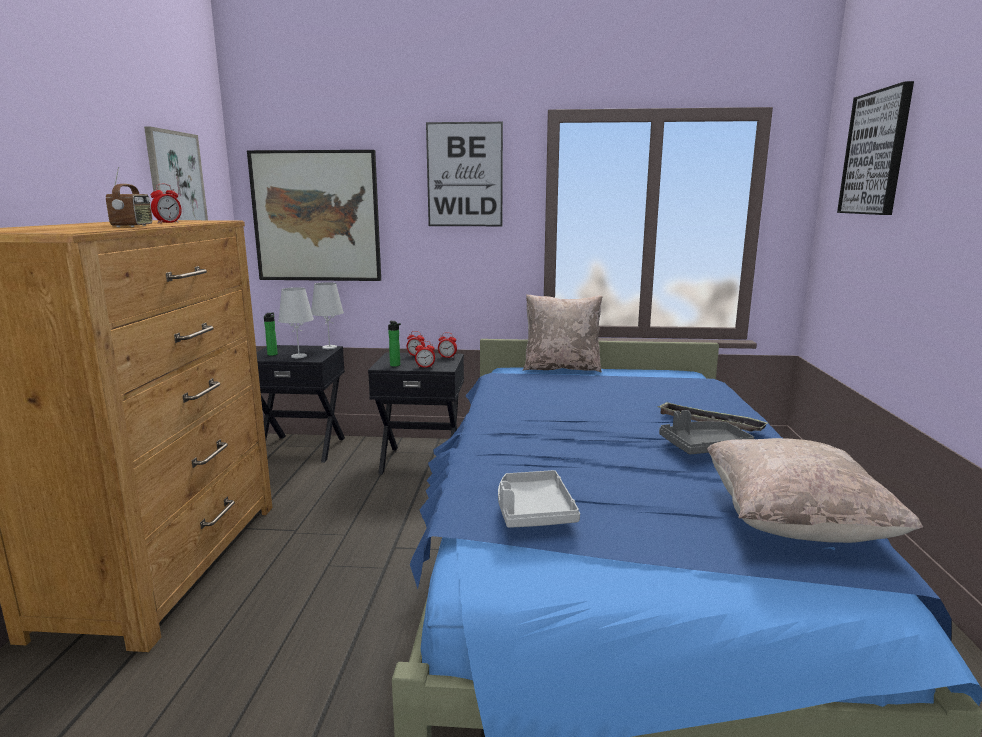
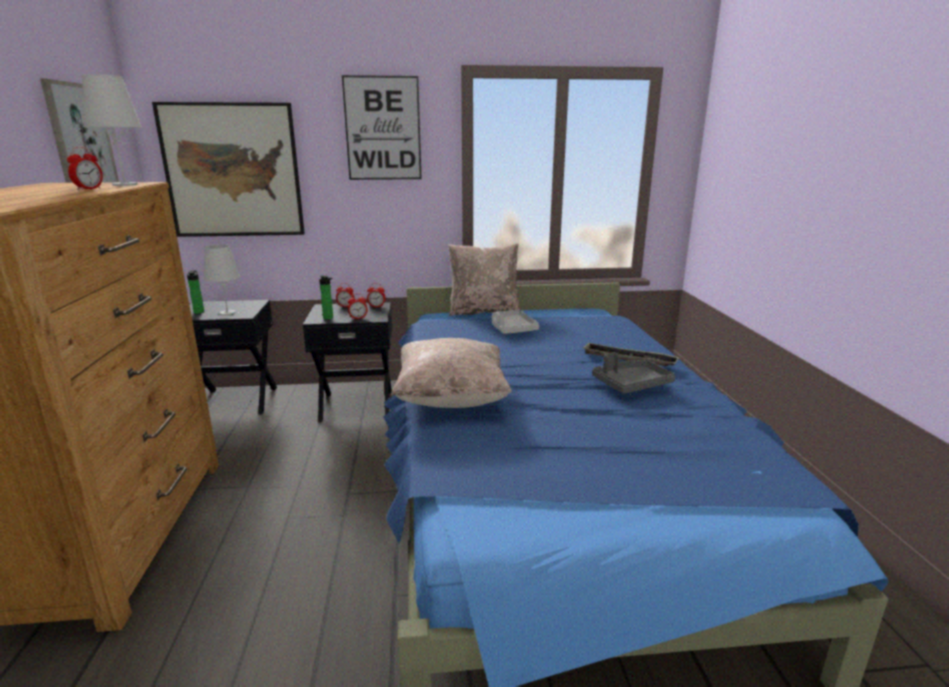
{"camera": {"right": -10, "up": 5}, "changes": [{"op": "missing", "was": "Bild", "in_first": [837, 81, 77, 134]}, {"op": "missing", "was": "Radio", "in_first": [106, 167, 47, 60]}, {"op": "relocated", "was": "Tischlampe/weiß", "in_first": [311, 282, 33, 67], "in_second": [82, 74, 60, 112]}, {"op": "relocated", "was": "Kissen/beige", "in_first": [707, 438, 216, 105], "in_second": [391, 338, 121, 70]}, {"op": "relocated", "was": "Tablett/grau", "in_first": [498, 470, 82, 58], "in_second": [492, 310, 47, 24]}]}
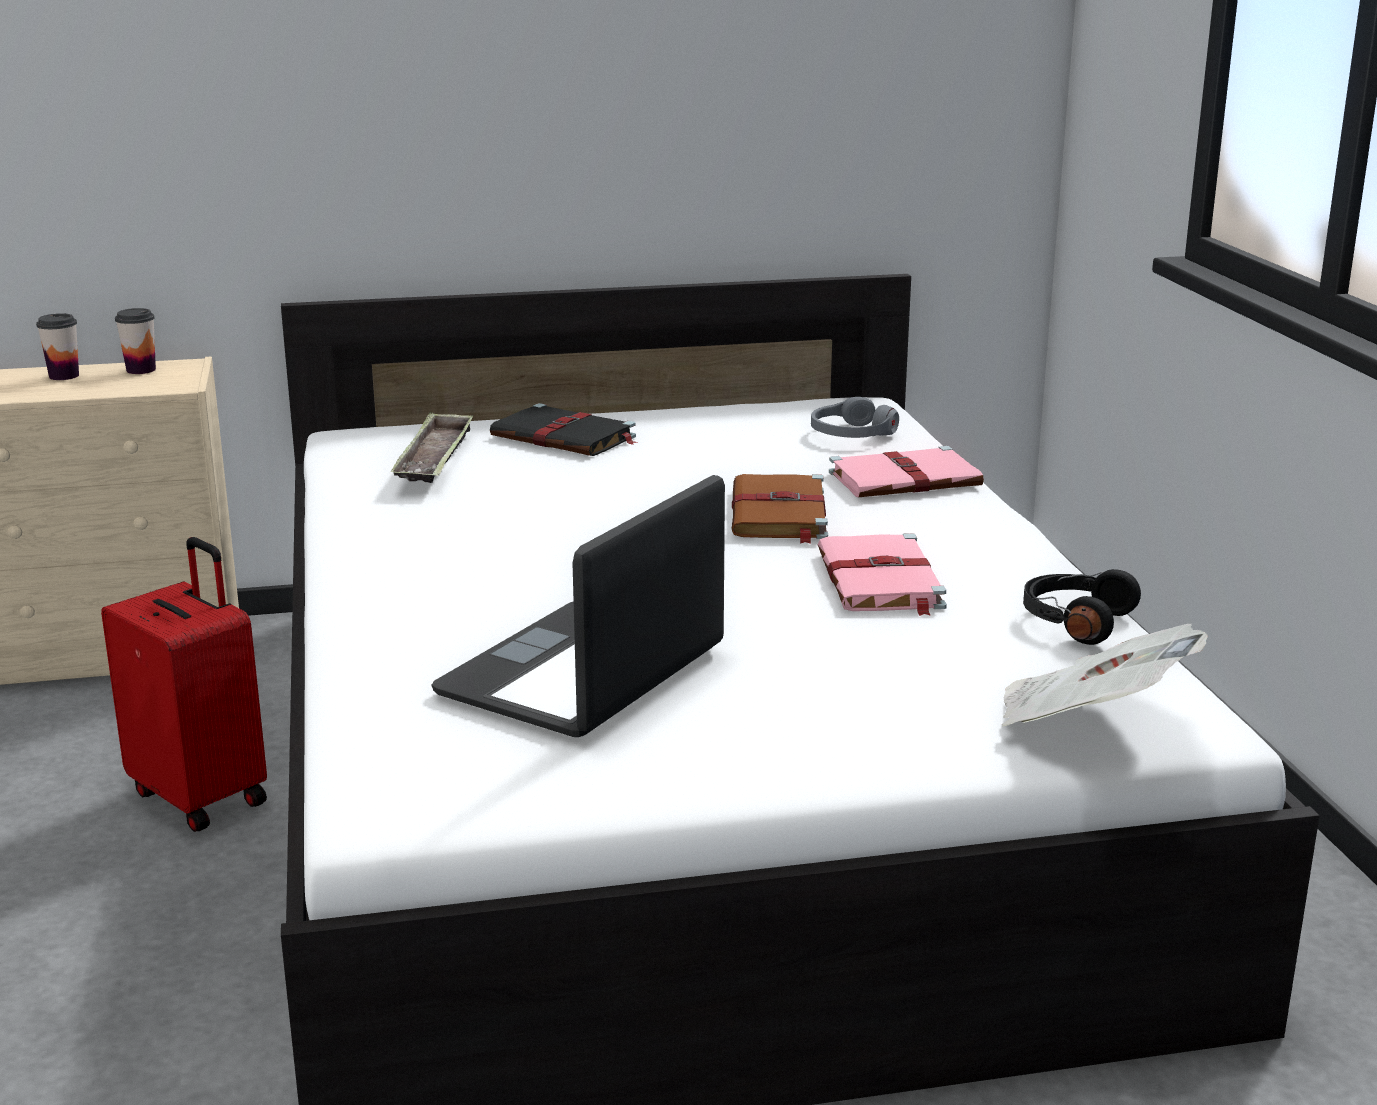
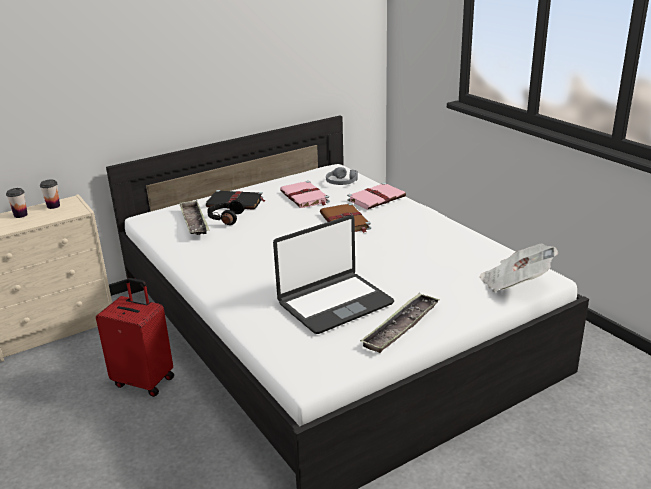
{"camera": {"right": -20, "up": 5}, "changes": [{"op": "spun", "was": "Laptop", "in_first": [431, 475, 294, 262], "in_second": [273, 215, 121, 119], "clockwise": -135}, {"op": "relocated", "was": "Buch/rosa", "in_first": [817, 533, 130, 83], "in_second": [280, 181, 50, 27]}, {"op": "relocated", "was": "Kopfhörer/schwarz", "in_first": [1023, 569, 118, 76], "in_second": [207, 199, 38, 26]}, {"op": "appeared", "now": "Tablett", "in_second": [360, 293, 80, 60]}]}
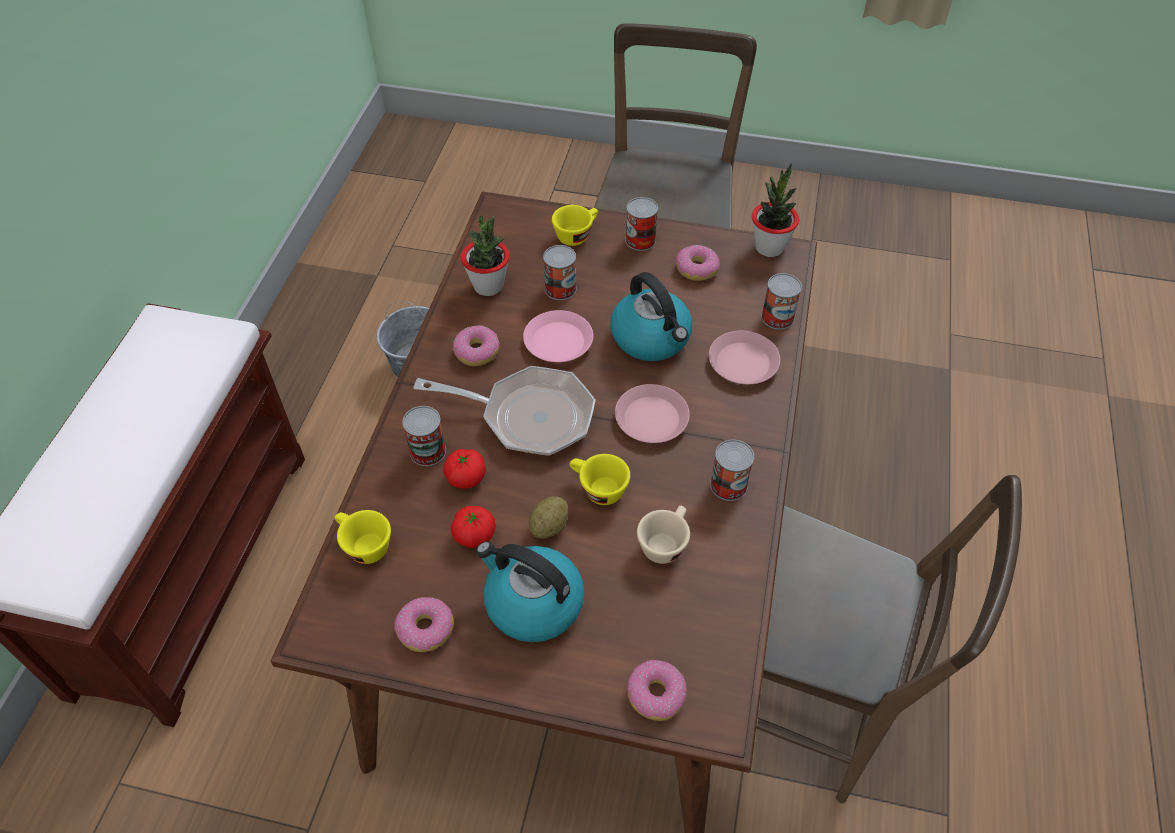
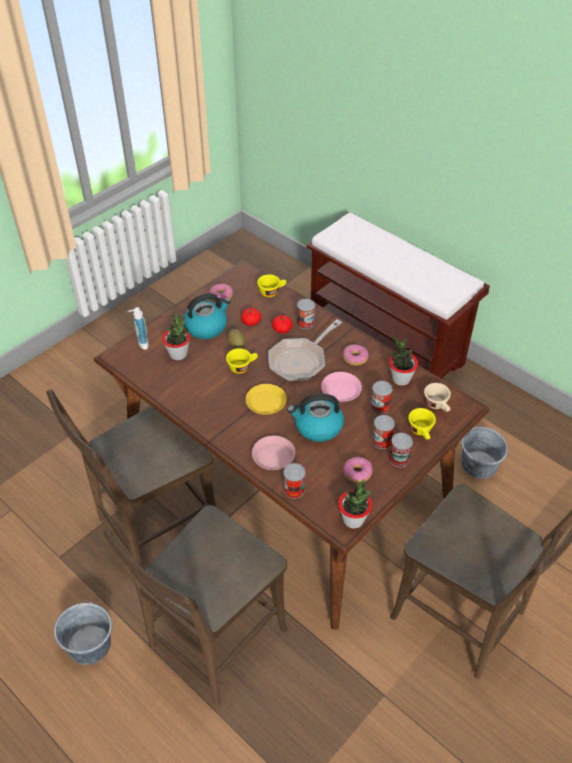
{"camera": {"right": 120, "up": -5}, "changes": [{"op": "colour", "was": "Teller/rosa", "now": "Teller/gelb", "in_first": [615, 384, 75, 59], "in_second": [246, 384, 41, 31]}, {"op": "relocated", "was": "Dose", "in_first": [710, 439, 44, 62], "in_second": [372, 415, 23, 34]}, {"op": "relocated", "was": "Tasse/beige", "in_first": [637, 506, 53, 58], "in_second": [424, 383, 27, 29]}, {"op": "exchanged", "was": "Donut", "now": "Seifenspender", "in_first": [627, 660, 60, 61], "in_second": [127, 307, 22, 43]}, {"op": "appeared", "now": "Topfpflanze", "in_second": [162, 312, 28, 48]}, {"op": "appeared", "now": "Stuhl/braun", "in_second": [103, 505, 185, 200]}, {"op": "appeared", "now": "Eimer/grau", "in_second": [54, 600, 58, 65]}]}
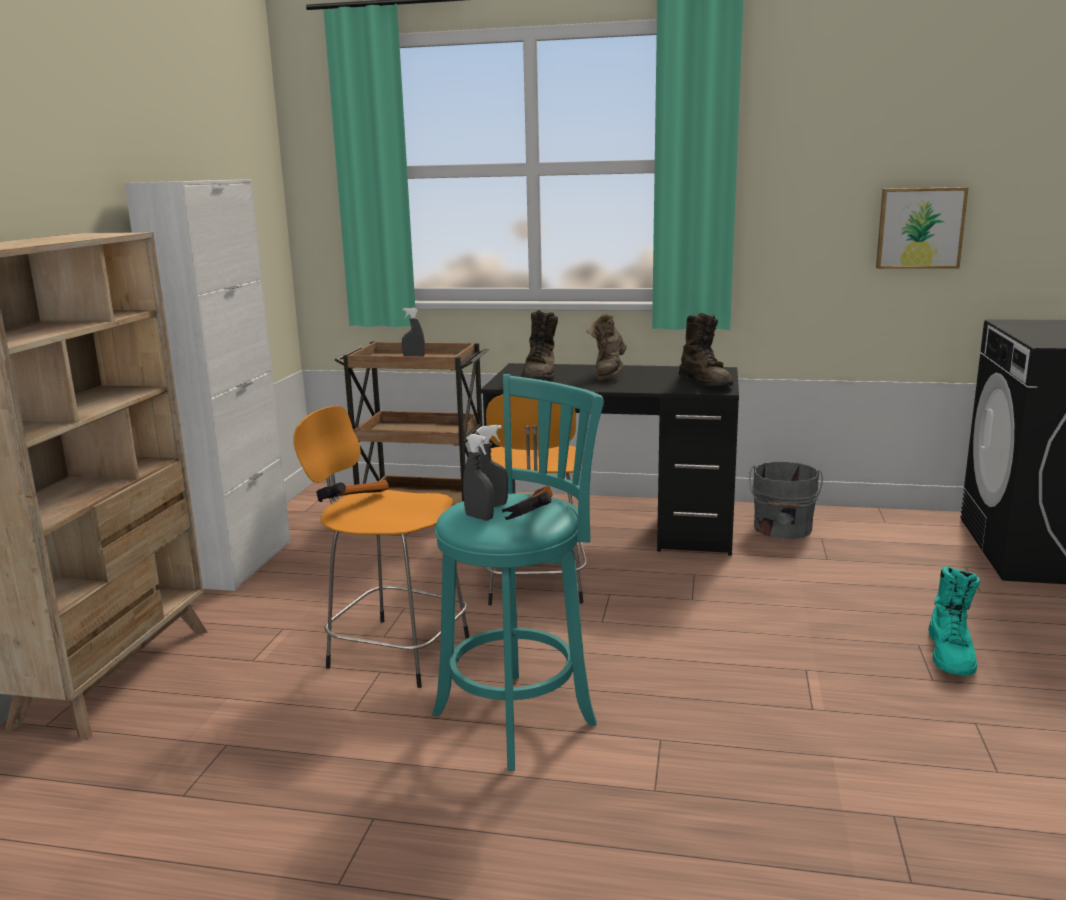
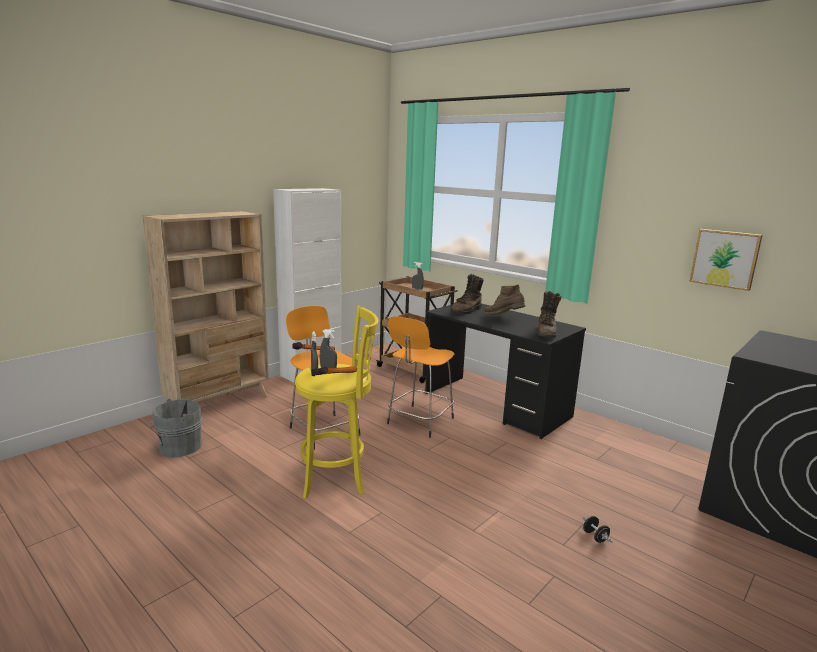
{"camera": {"right": 30, "up": 0}, "changes": [{"op": "spun", "was": "Stiefel/braun", "in_first": [587, 314, 40, 67], "in_second": [484, 285, 41, 30], "clockwise": 60}, {"op": "colour", "was": "Hocker/türkis", "now": "Hocker/gelb", "in_first": [432, 374, 172, 397], "in_second": [295, 306, 83, 193]}, {"op": "relocated", "was": "Eimer/grau", "in_first": [749, 462, 74, 77], "in_second": [150, 399, 52, 59]}, {"op": "exchanged", "was": "Stiefel/türkis", "now": "Hantel/schwarz", "in_first": [928, 566, 52, 110], "in_second": [582, 516, 31, 27]}]}
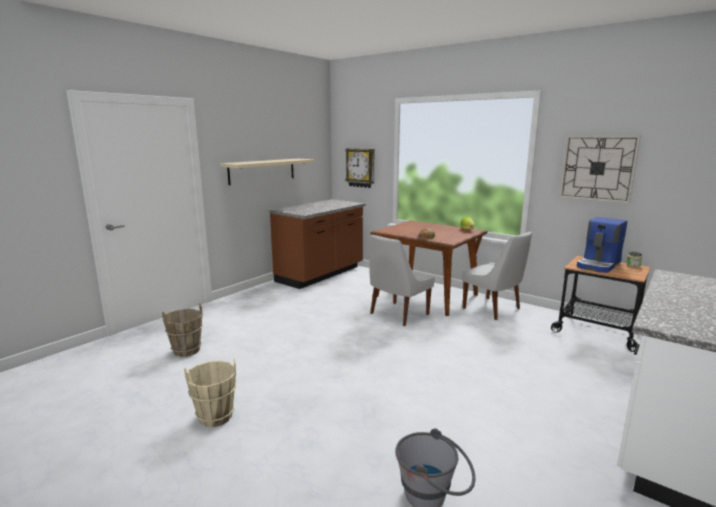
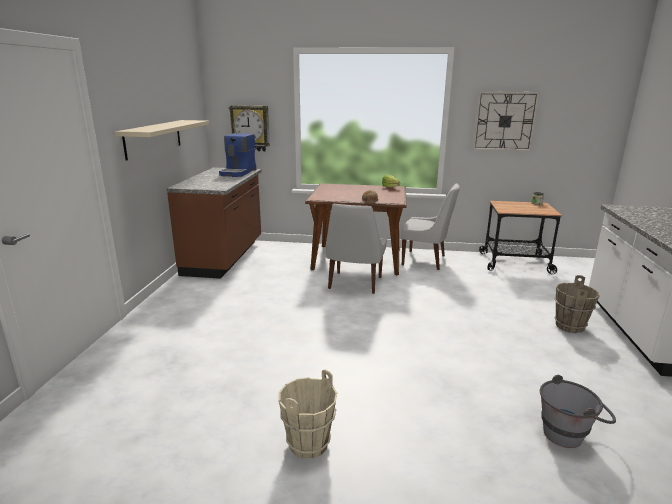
{"camera": {"right": -30, "up": 5}, "changes": [{"op": "relocated", "was": "Kaffeemaschine", "in_first": [577, 217, 50, 56], "in_second": [219, 133, 37, 44]}, {"op": "relocated", "was": "Eimer/braun", "in_first": [162, 304, 41, 53], "in_second": [554, 275, 45, 58]}]}
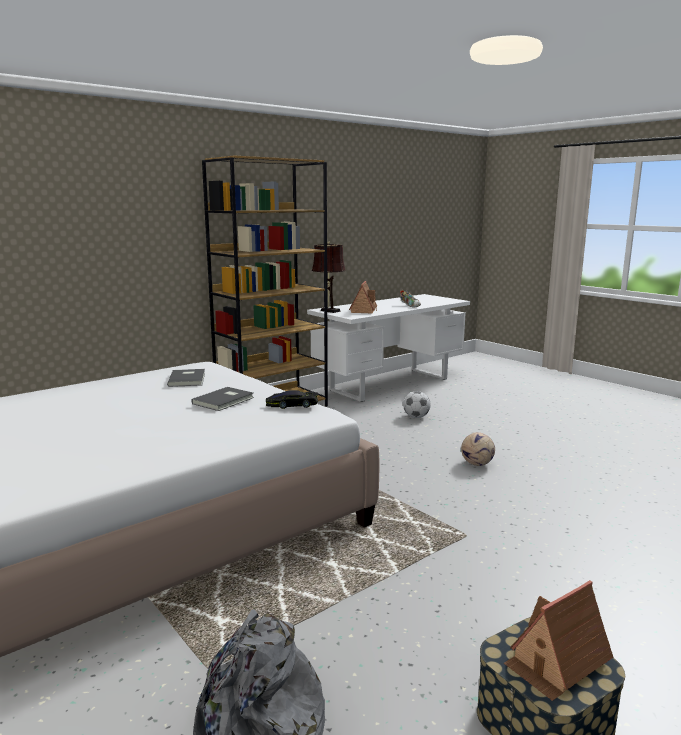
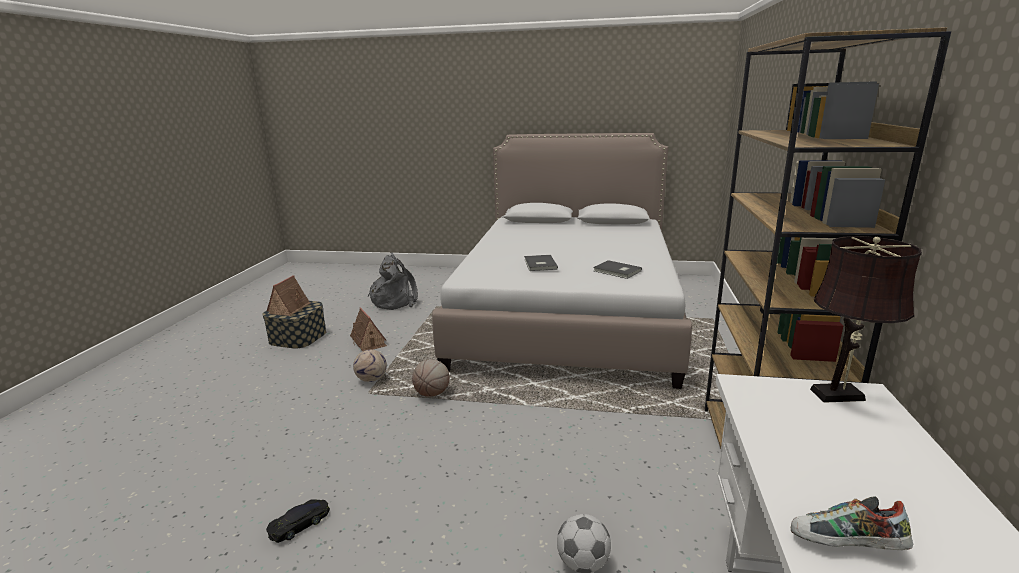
{"camera": {"right": 140, "up": 5}, "changes": [{"op": "relocated", "was": "Spielzeughaus", "in_first": [349, 281, 28, 33], "in_second": [350, 307, 37, 44]}, {"op": "relocated", "was": "Spielzeugauto/schwarz", "in_first": [266, 390, 52, 19], "in_second": [266, 499, 64, 44]}, {"op": "relocated", "was": "Fußball", "in_first": [461, 432, 34, 34], "in_second": [353, 350, 34, 32]}, {"op": "appeared", "now": "Basketball", "in_second": [412, 359, 38, 38]}]}
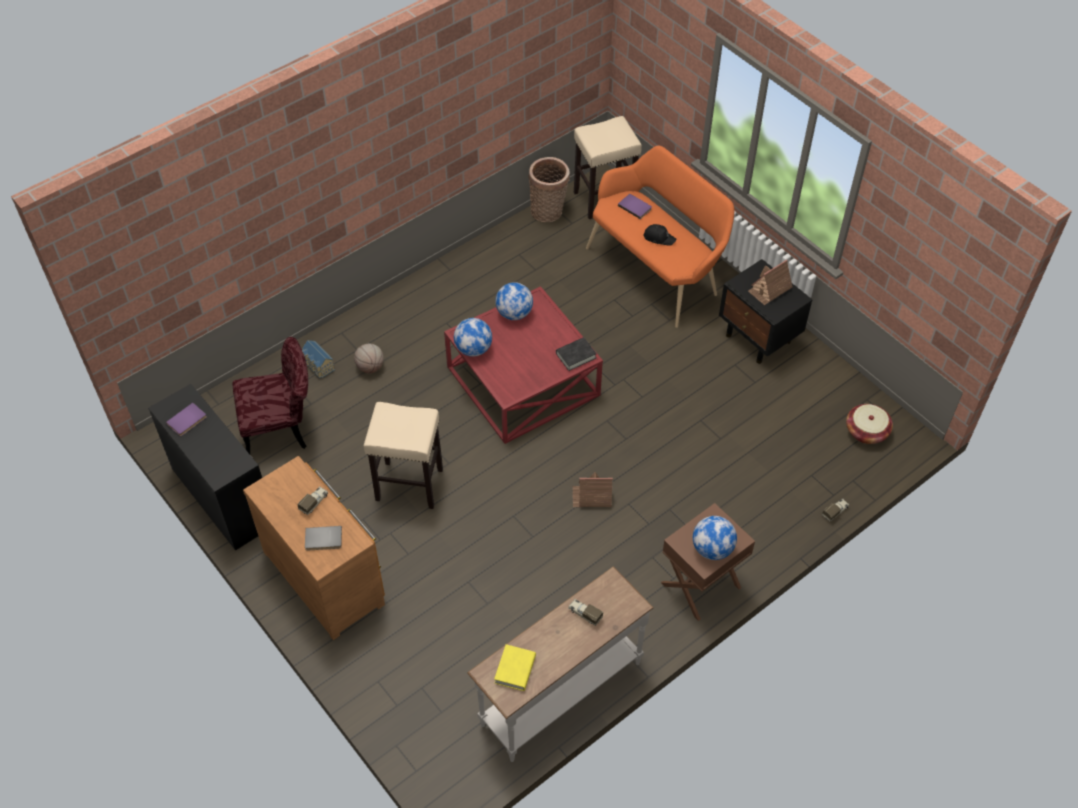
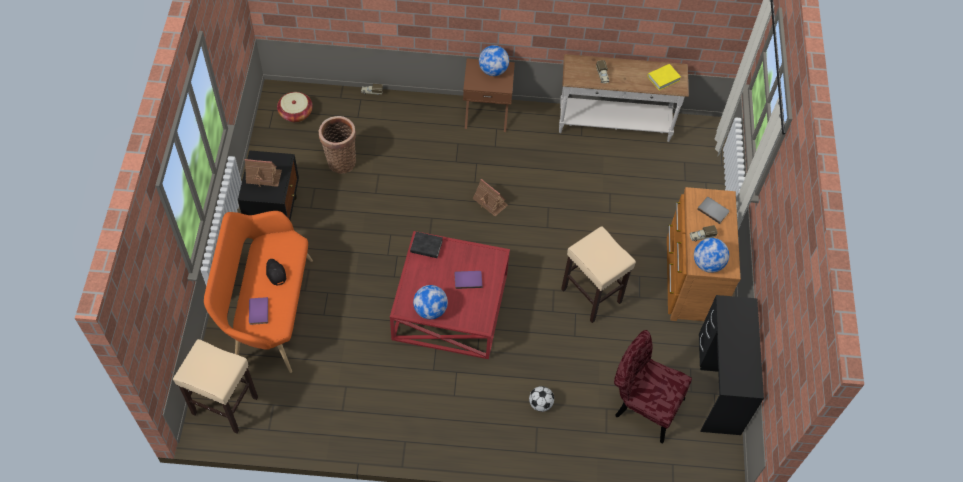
{"camera": {"right": -140, "up": 5}, "changes": [{"op": "relocated", "was": "Korb", "in_first": [528, 157, 42, 66], "in_second": [319, 116, 37, 58]}, {"op": "relocated", "was": "Globus", "in_first": [454, 318, 38, 39], "in_second": [694, 238, 35, 35]}, {"op": "missing", "was": "Spielzeughaus", "in_first": [302, 340, 33, 38]}, {"op": "exchanged", "was": "Basketball", "now": "Fußball", "in_first": [354, 343, 30, 31], "in_second": [529, 386, 25, 26]}, {"op": "relocated", "was": "Buch/lila", "in_first": [166, 403, 41, 33], "in_second": [455, 271, 27, 18]}]}
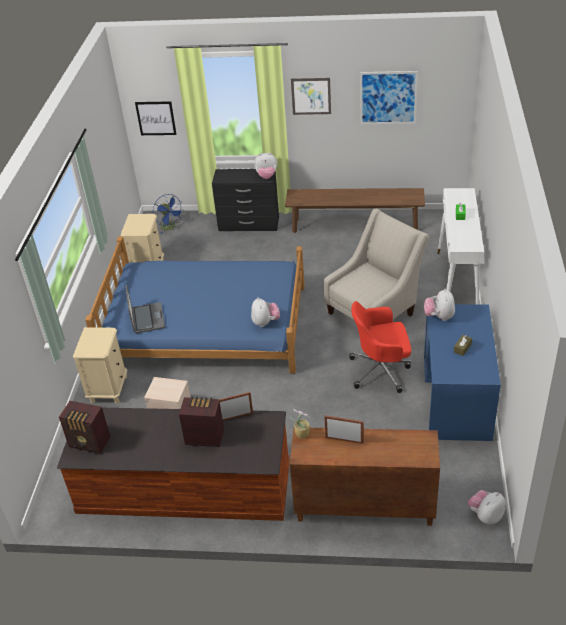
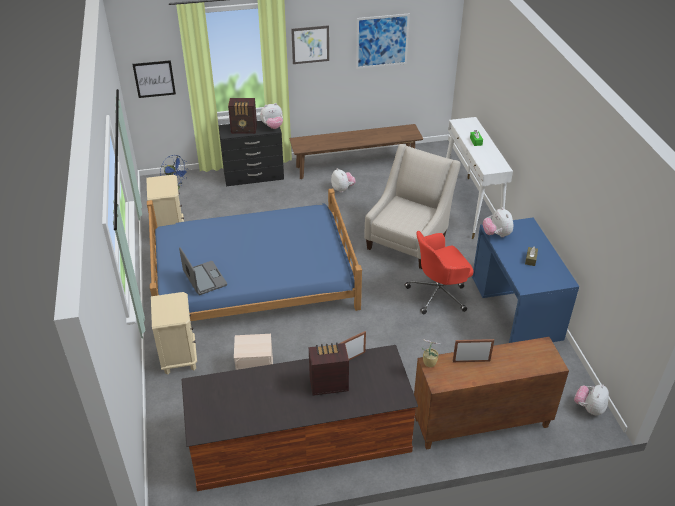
{"camera": {"right": -20, "up": 0}, "changes": [{"op": "relocated", "was": "Plüschtier", "in_first": [251, 297, 29, 30], "in_second": [331, 168, 25, 25]}, {"op": "relocated", "was": "Radio", "in_first": [59, 401, 51, 53], "in_second": [228, 98, 29, 36]}]}
